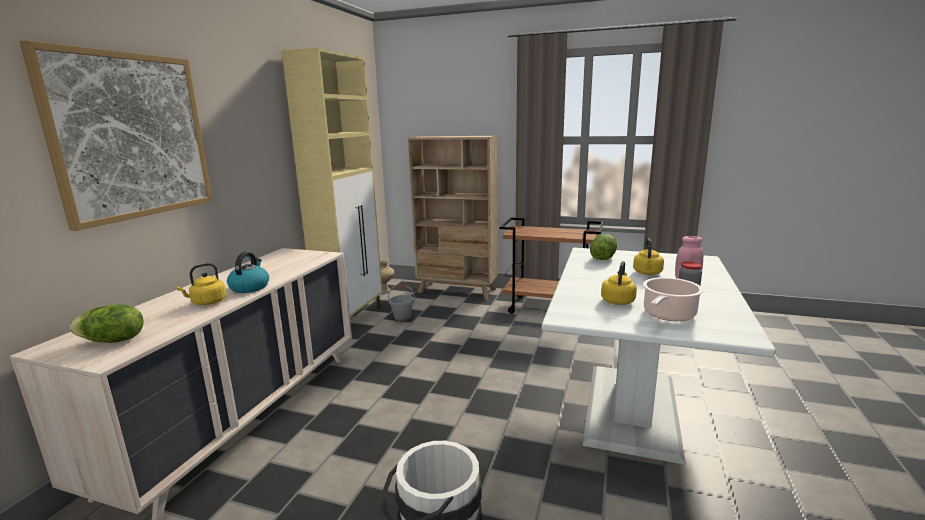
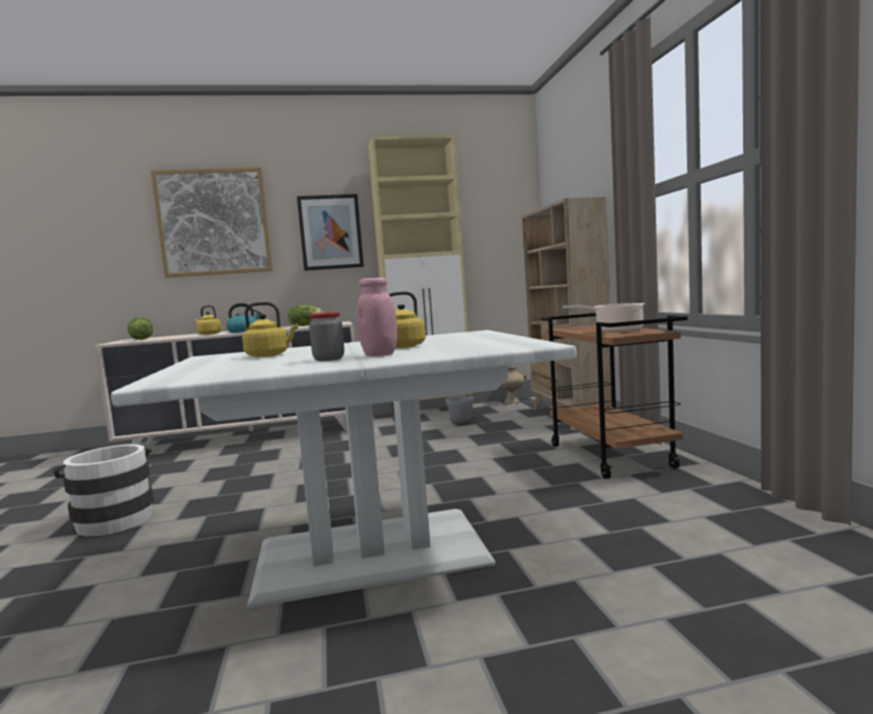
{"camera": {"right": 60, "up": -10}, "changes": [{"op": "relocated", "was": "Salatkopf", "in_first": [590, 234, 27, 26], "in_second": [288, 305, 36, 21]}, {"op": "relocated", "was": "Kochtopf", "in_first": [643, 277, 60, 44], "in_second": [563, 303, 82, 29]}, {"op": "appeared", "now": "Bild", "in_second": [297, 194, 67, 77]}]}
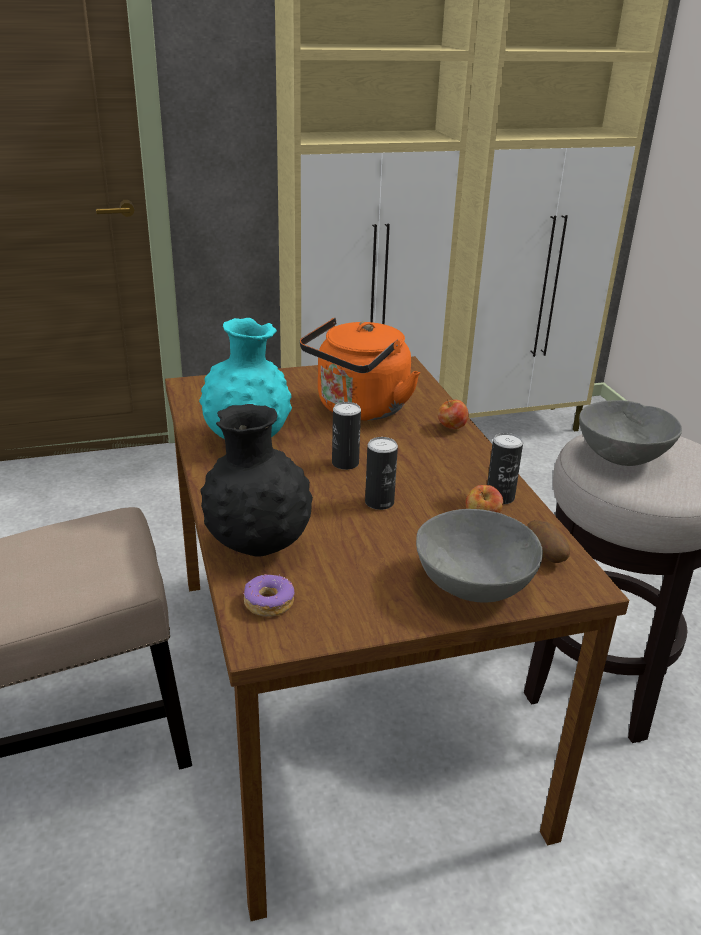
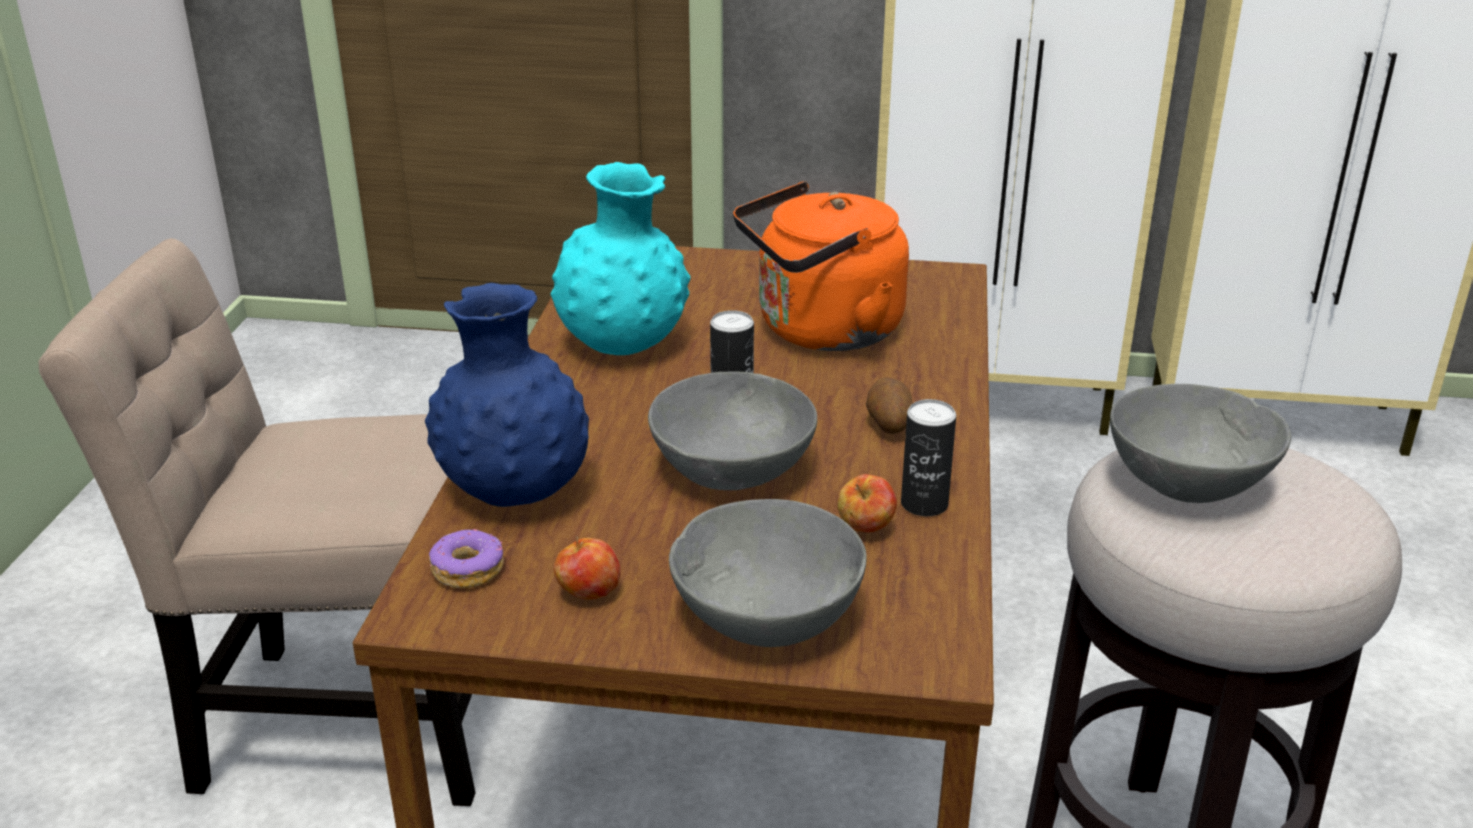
{"camera": {"right": 25, "up": 0}, "changes": [{"op": "relocated", "was": "Apfel", "in_first": [438, 399, 31, 30], "in_second": [554, 536, 67, 64]}, {"op": "colour", "was": "Vase/schwarz", "now": "Vase/blau", "in_first": [200, 404, 113, 152], "in_second": [425, 283, 164, 224]}, {"op": "exchanged", "was": "Dose", "now": "Schüssel/grau", "in_first": [365, 437, 33, 73], "in_second": [648, 371, 169, 119]}, {"op": "relocated", "was": "Kartoffel", "in_first": [527, 520, 43, 43], "in_second": [866, 377, 47, 57]}]}
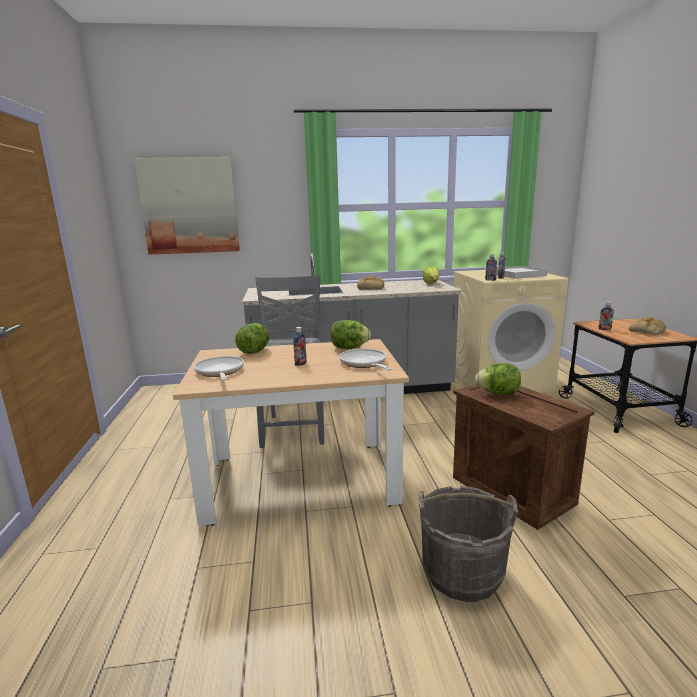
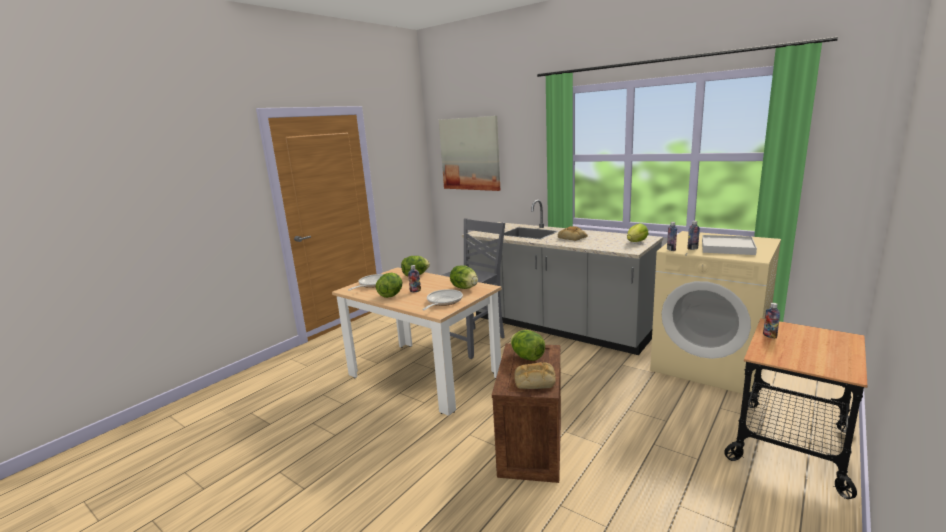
{"camera": {"right": 45, "up": 0}, "changes": [{"op": "relocated", "was": "Brot", "in_first": [629, 317, 37, 18], "in_second": [514, 362, 42, 27]}, {"op": "missing", "was": "Eimer/grau", "in_first": [419, 486, 99, 116]}, {"op": "appeared", "now": "Salatkopf", "in_second": [376, 273, 26, 25]}]}
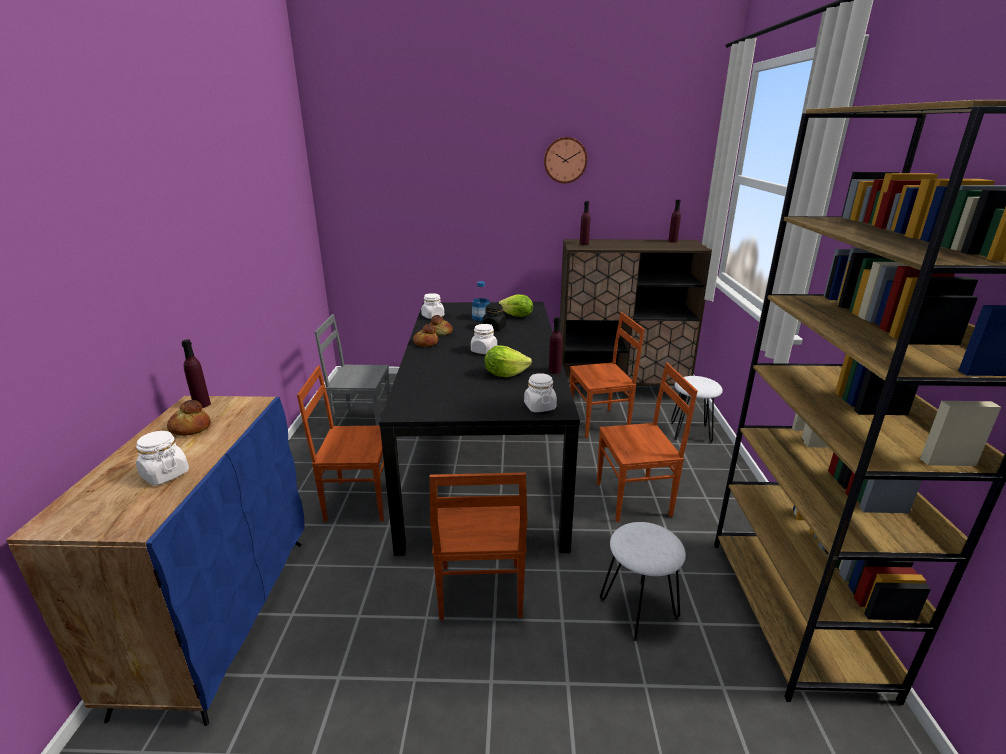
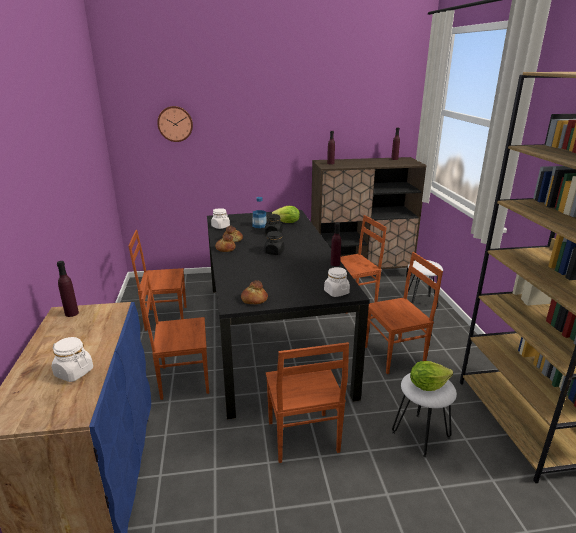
{"camera": {"right": -10, "up": 0}, "changes": [{"op": "relocated", "was": "Wanduhr", "in_first": [544, 137, 43, 46], "in_second": [157, 106, 36, 36]}, {"op": "colour", "was": "Stuhl/grau", "now": "Stuhl/braun", "in_first": [315, 314, 75, 112], "in_second": [128, 230, 59, 101]}, {"op": "colour", "was": "Vorratsglas/weiß", "now": "Vorratsglas/schwarz", "in_first": [471, 324, 26, 30], "in_second": [264, 231, 20, 24]}, {"op": "relocated", "was": "Salatkopf", "in_first": [484, 345, 48, 32], "in_second": [410, 361, 43, 30]}, {"op": "relocated", "was": "Brot", "in_first": [167, 400, 44, 36], "in_second": [241, 280, 27, 24]}]}
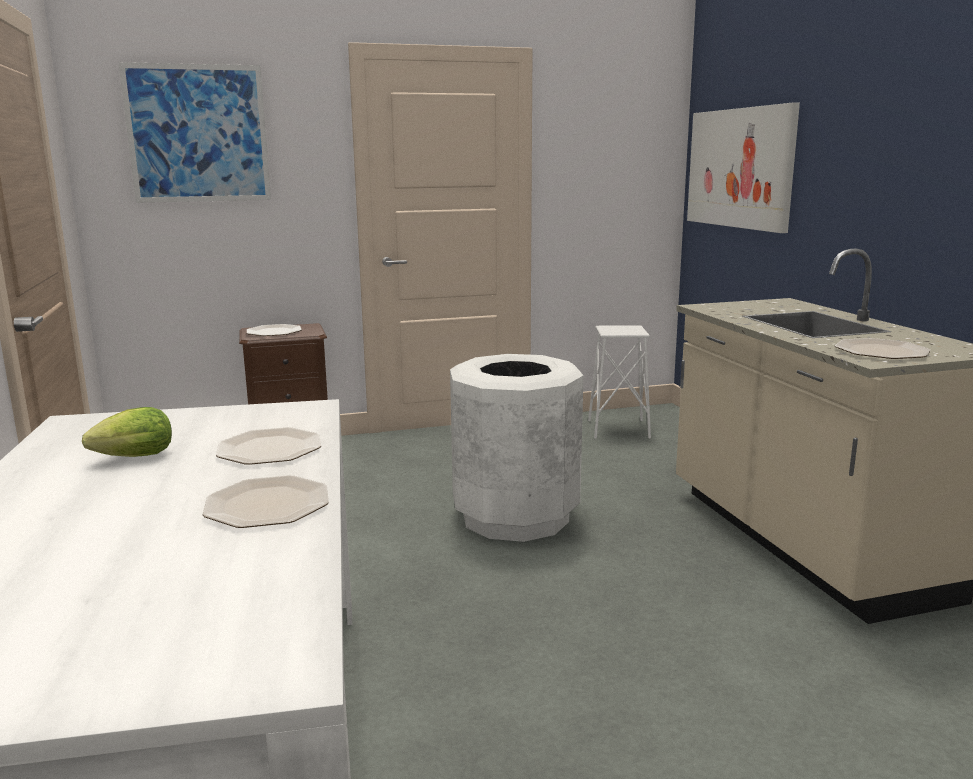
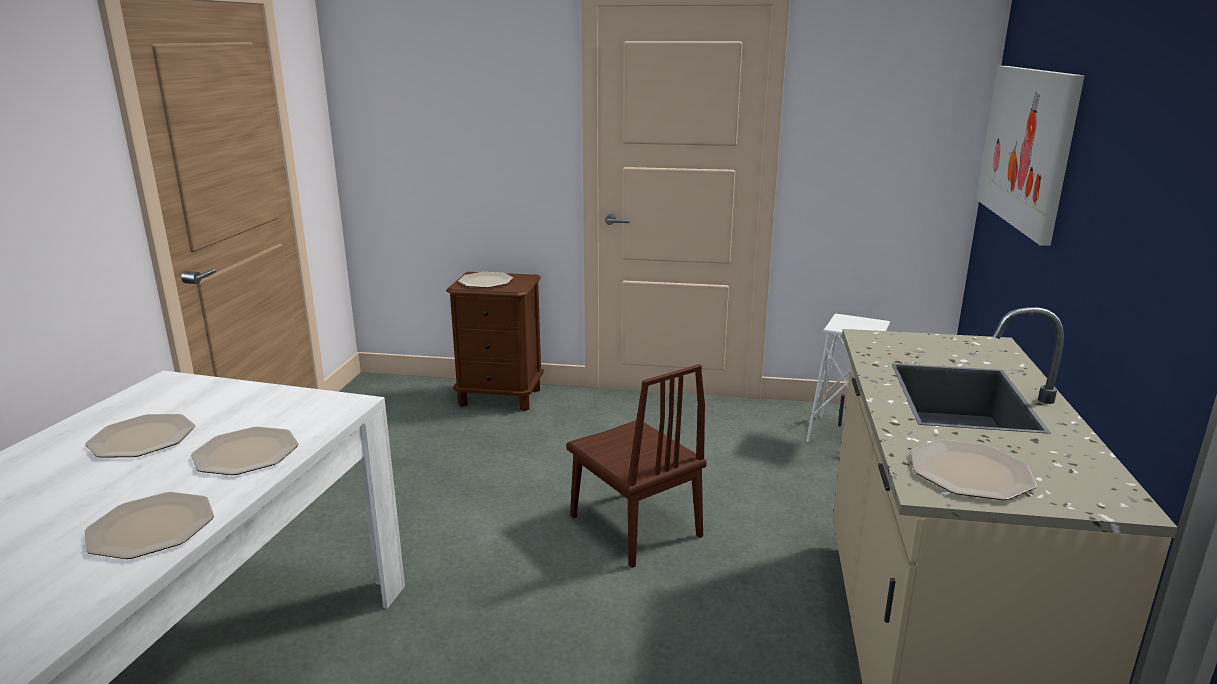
{"camera": {"right": 25, "up": 5}, "changes": [{"op": "missing", "was": "Bild", "in_first": [118, 62, 153, 141]}, {"op": "exchanged", "was": "Mülleimer/weiß", "now": "Stuhl/braun", "in_first": [450, 354, 134, 188], "in_second": [566, 364, 141, 204]}, {"op": "exchanged", "was": "Salatkopf", "now": "Teller", "in_first": [82, 407, 90, 50], "in_second": [85, 414, 110, 44]}]}
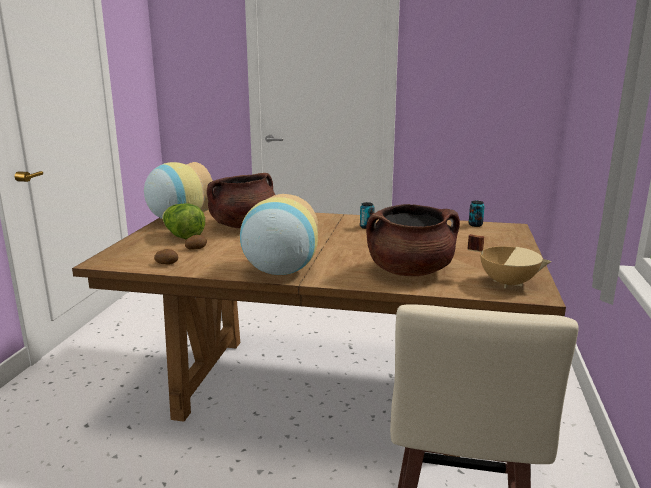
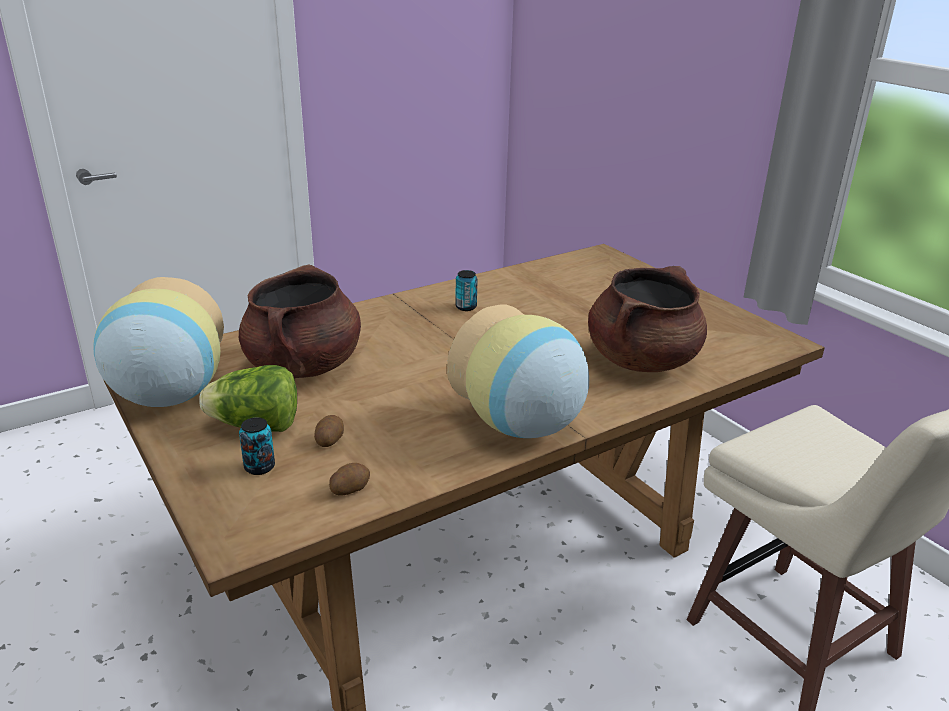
{"camera": {"right": -45, "up": 10}, "changes": [{"op": "relocated", "was": "Dose", "in_first": [469, 201, 16, 26], "in_second": [239, 417, 36, 58]}, {"op": "missing", "was": "Kochtopf/beige", "in_first": [467, 234, 84, 54]}]}
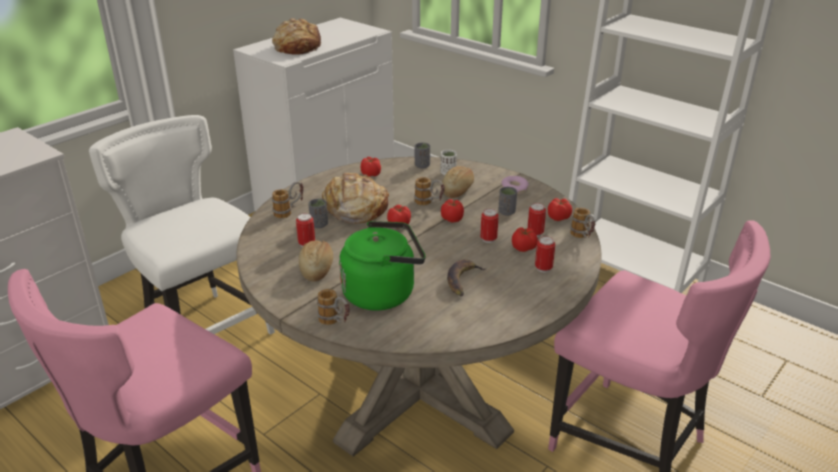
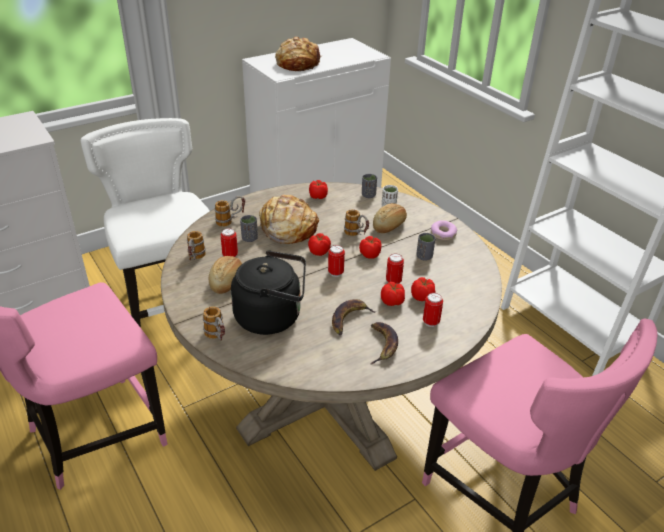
{"camera": {"right": 15, "up": 5}, "changes": [{"op": "relocated", "was": "Tomate", "in_first": [548, 198, 24, 23], "in_second": [381, 282, 24, 24]}, {"op": "relocated", "was": "Dose", "in_first": [527, 203, 19, 34], "in_second": [328, 245, 17, 32]}, {"op": "relocated", "was": "Henkelbecher", "in_first": [570, 208, 25, 30], "in_second": [187, 231, 19, 29]}, {"op": "colour", "was": "Wasserkessel/grün", "now": "Wasserkessel/schwarz", "in_first": [339, 221, 86, 90], "in_second": [231, 250, 75, 85]}, {"op": "appeared", "now": "Banane", "in_second": [370, 322, 28, 42]}]}
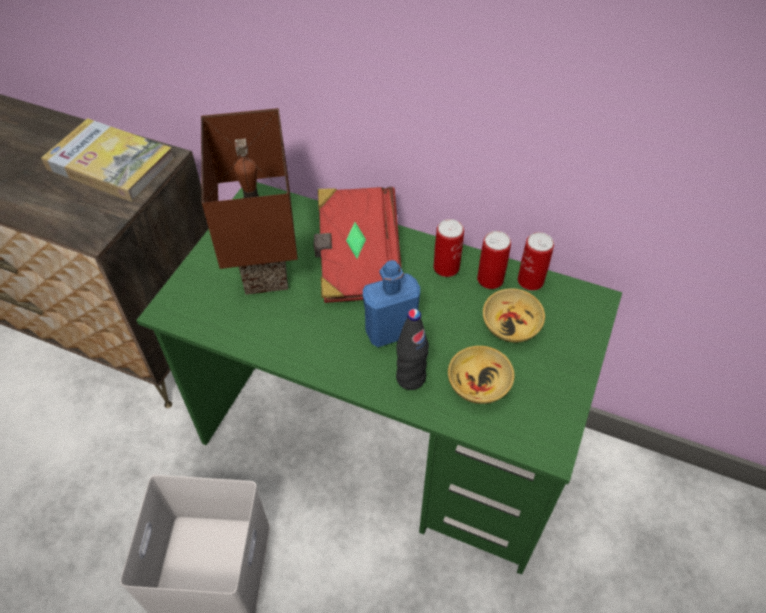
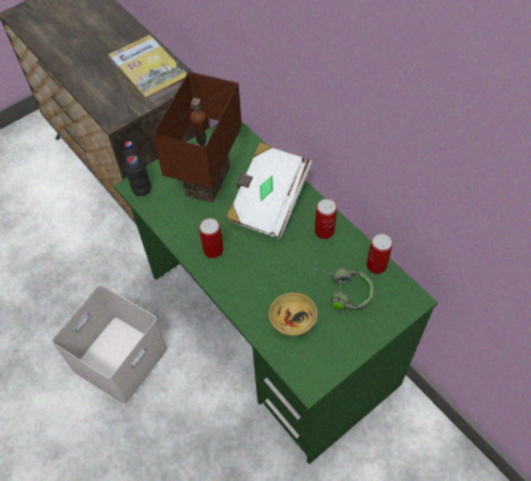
{"camera": {"right": 30, "up": 5}, "changes": [{"op": "colour", "was": "Buch/rot", "now": "Buch/weiß", "in_first": [313, 187, 89, 116], "in_second": [226, 143, 86, 96]}, {"op": "relocated", "was": "Dose", "in_first": [477, 231, 34, 58], "in_second": [199, 218, 24, 40]}, {"op": "missing", "was": "Flasche/blau", "in_first": [363, 260, 57, 87]}, {"op": "exchanged", "was": "Schüssel/beige", "now": "Kopfhörer/grau", "in_first": [483, 288, 62, 55], "in_second": [313, 261, 61, 49]}, {"op": "relocated", "was": "Flasche/schwarz", "in_first": [396, 309, 33, 81], "in_second": [124, 141, 27, 55]}]}
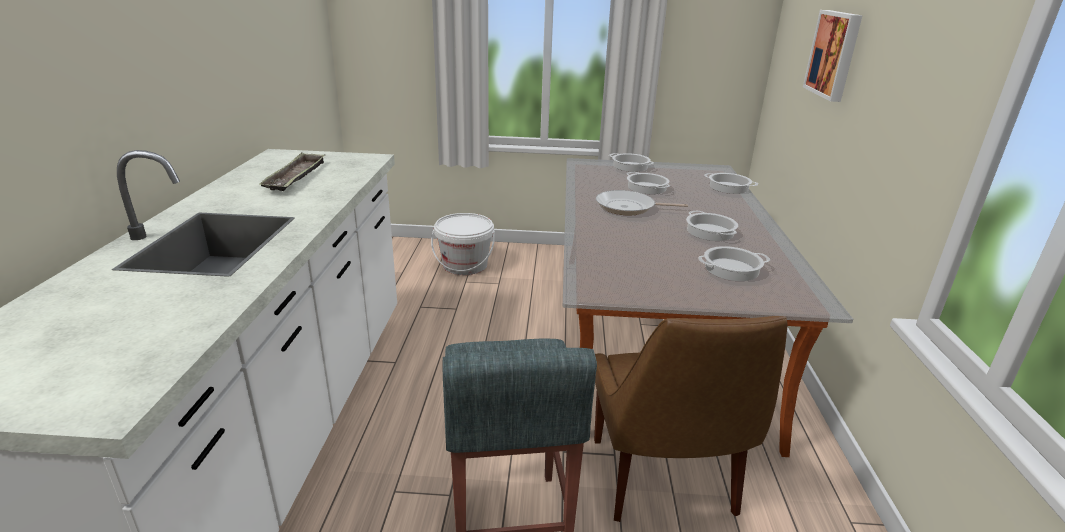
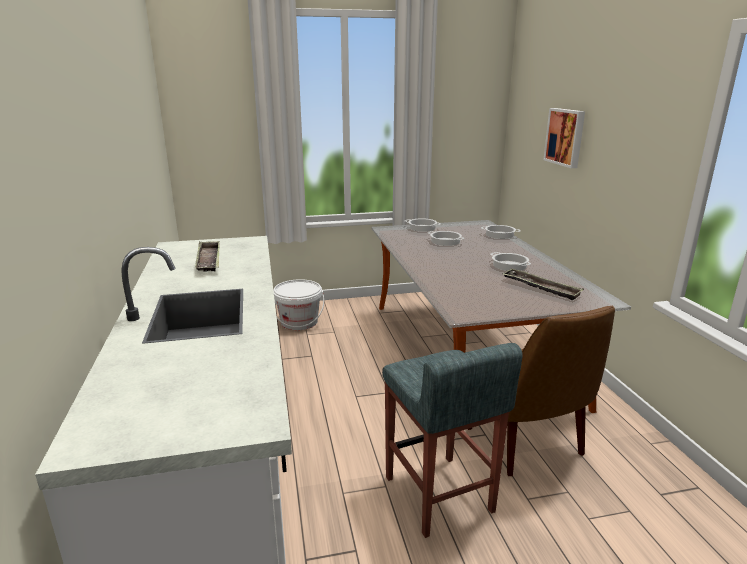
{"camera": {"right": -15, "up": -5}, "changes": [{"op": "missing", "was": "Pfanne", "in_first": [596, 190, 92, 26]}, {"op": "exchanged", "was": "Kochtopf", "now": "Tablett", "in_first": [698, 246, 72, 35], "in_second": [503, 269, 81, 31]}]}
